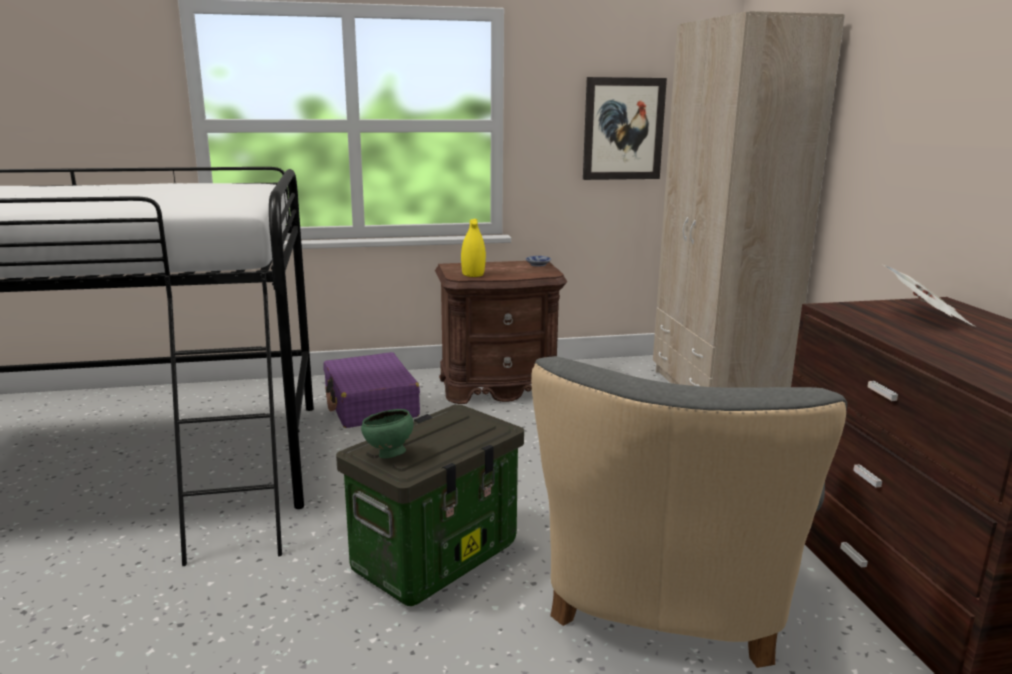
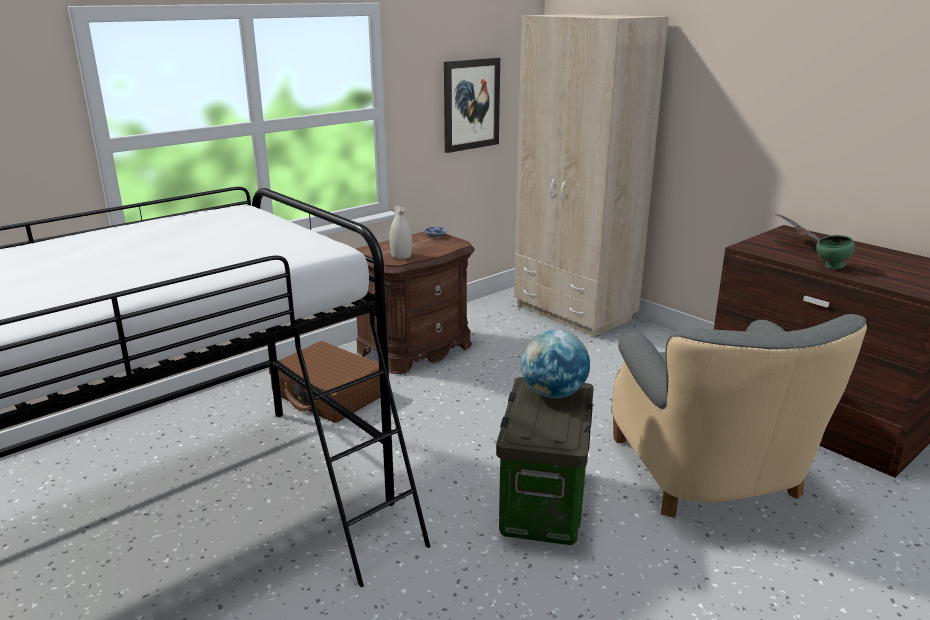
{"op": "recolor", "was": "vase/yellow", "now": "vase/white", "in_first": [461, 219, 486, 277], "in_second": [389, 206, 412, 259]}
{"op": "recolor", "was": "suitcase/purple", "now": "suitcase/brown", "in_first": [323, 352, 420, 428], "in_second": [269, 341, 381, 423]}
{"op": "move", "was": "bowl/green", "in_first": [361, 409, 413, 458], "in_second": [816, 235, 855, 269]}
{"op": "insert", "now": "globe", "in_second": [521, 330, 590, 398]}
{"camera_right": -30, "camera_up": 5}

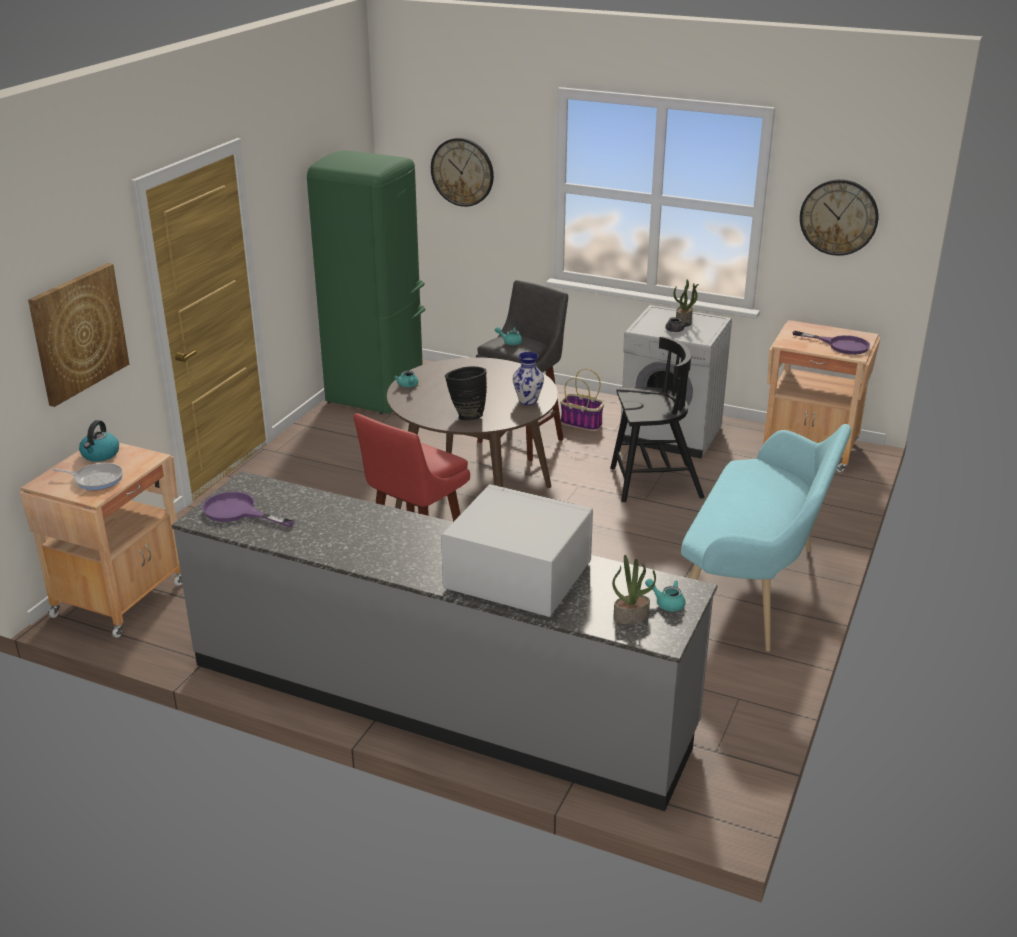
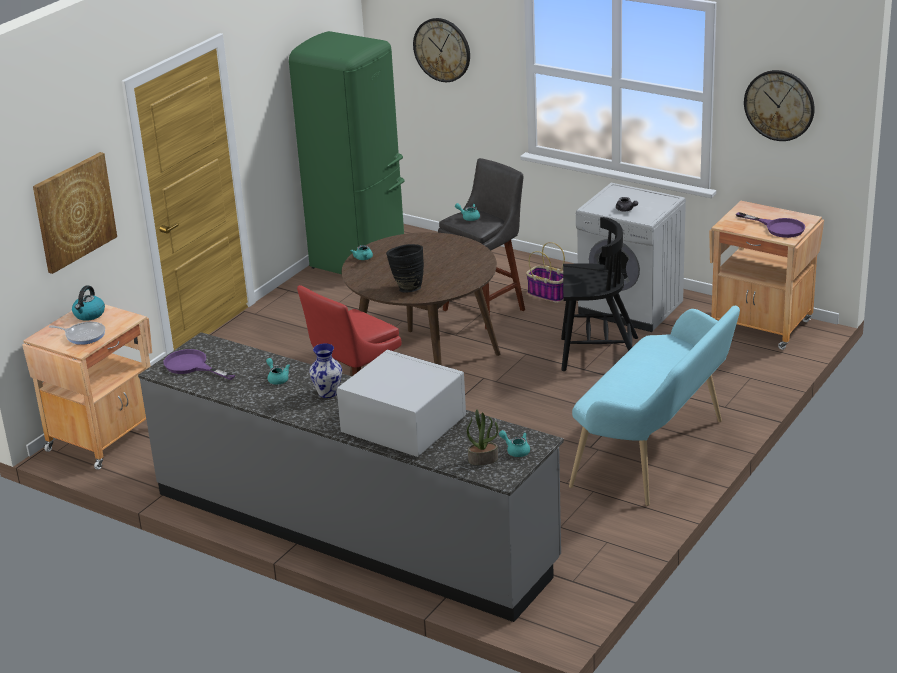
{"op": "delete", "was": "potted plant", "in_first": [674, 280, 699, 324]}
{"op": "move", "was": "vase", "in_first": [513, 352, 544, 405], "in_second": [309, 343, 342, 398]}
{"op": "insert", "now": "teapot/turquoise", "in_second": [266, 358, 290, 384]}
{"camera_right": 10, "camera_up": 0}

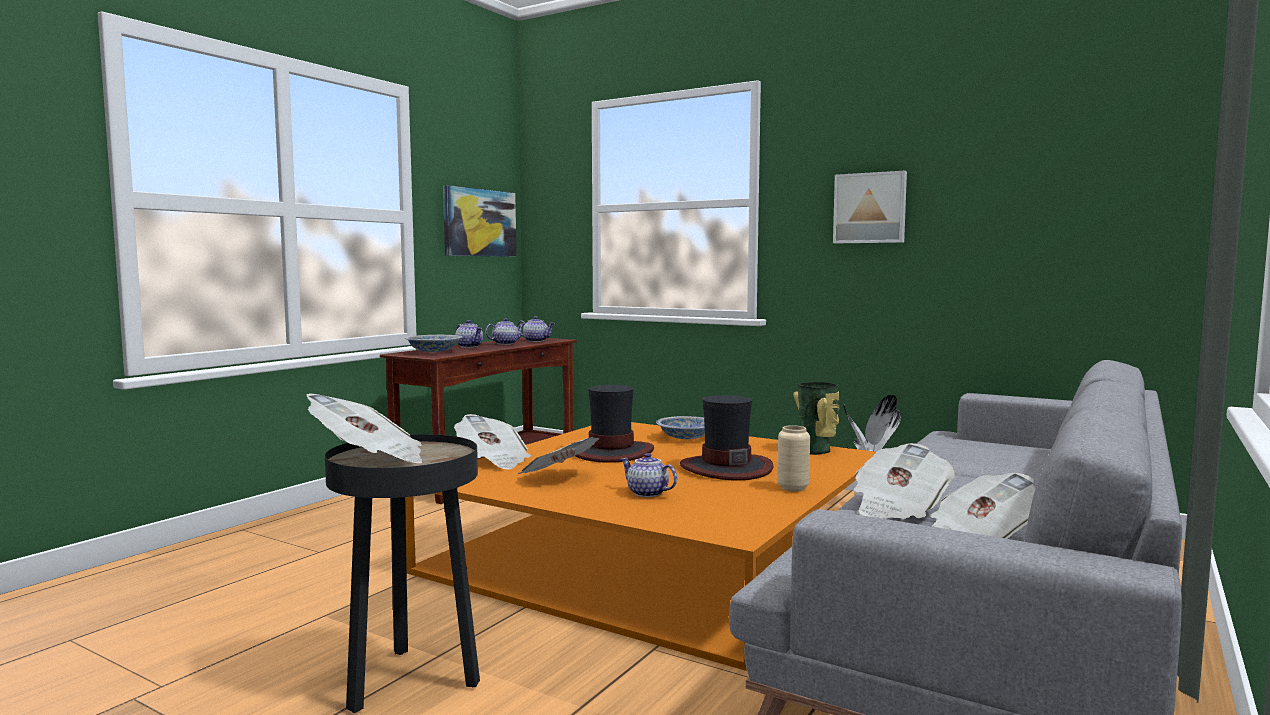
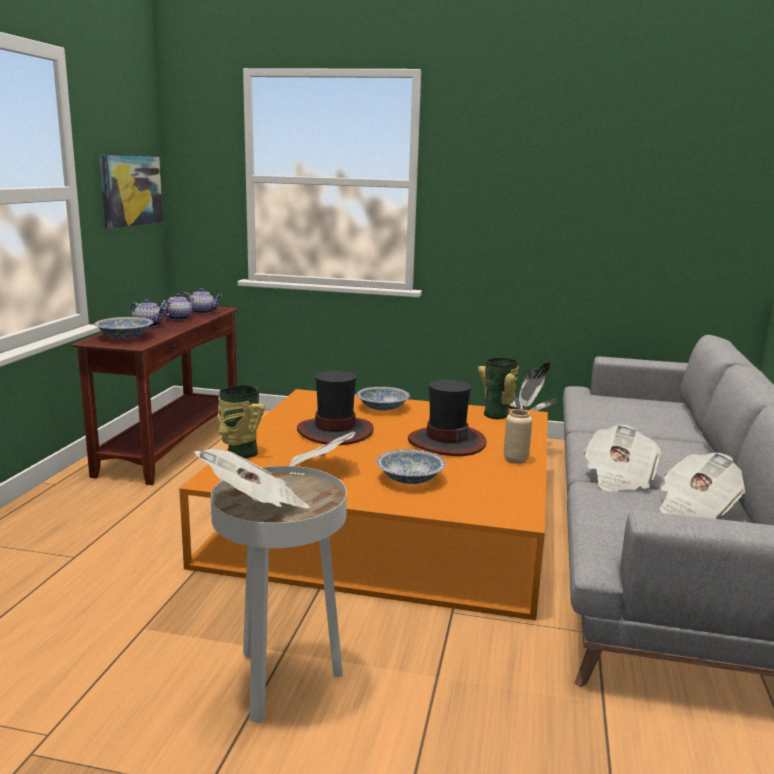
{"op": "delete", "was": "picture", "in_first": [833, 171, 907, 243]}
{"op": "replace", "was": "newspaper", "now": "vase", "in_first": [454, 414, 531, 470], "in_second": [218, 385, 265, 458]}
{"op": "recolor", "was": "side table/black", "now": "side table/white", "in_first": [325, 434, 480, 713], "in_second": [211, 466, 347, 723]}
{"op": "replace", "was": "teapot", "now": "bowl", "in_first": [621, 453, 677, 497], "in_second": [376, 449, 446, 484]}
{"camera_right": -20, "camera_up": 10}

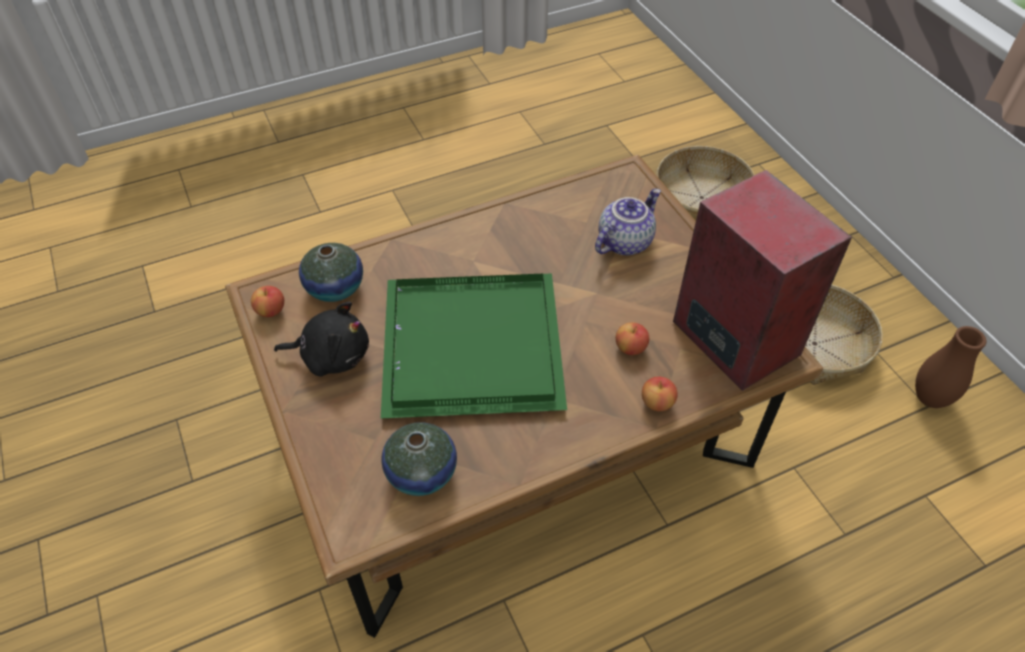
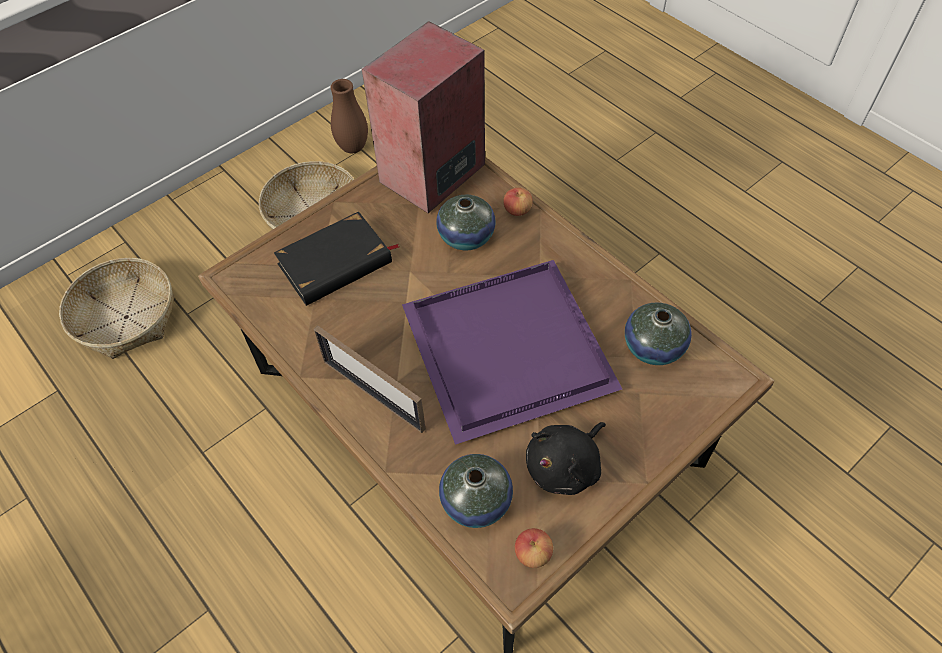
{"op": "replace", "was": "teapot", "now": "book/black", "in_first": [595, 189, 661, 255], "in_second": [274, 212, 399, 306]}
{"op": "recolor", "was": "tray/green", "now": "tray/purple", "in_first": [381, 273, 567, 419], "in_second": [402, 260, 622, 445]}
{"op": "rotate", "was": "plush toy/black", "in_first": [274, 301, 369, 377], "in_second": [526, 422, 606, 495], "clockwise": -120}
{"op": "replace", "was": "apple", "now": "vase", "in_first": [616, 323, 649, 355], "in_second": [436, 195, 496, 250]}
{"op": "insert", "now": "picture frame", "in_second": [314, 325, 426, 433]}
{"camera_right": -105, "camera_up": 5}

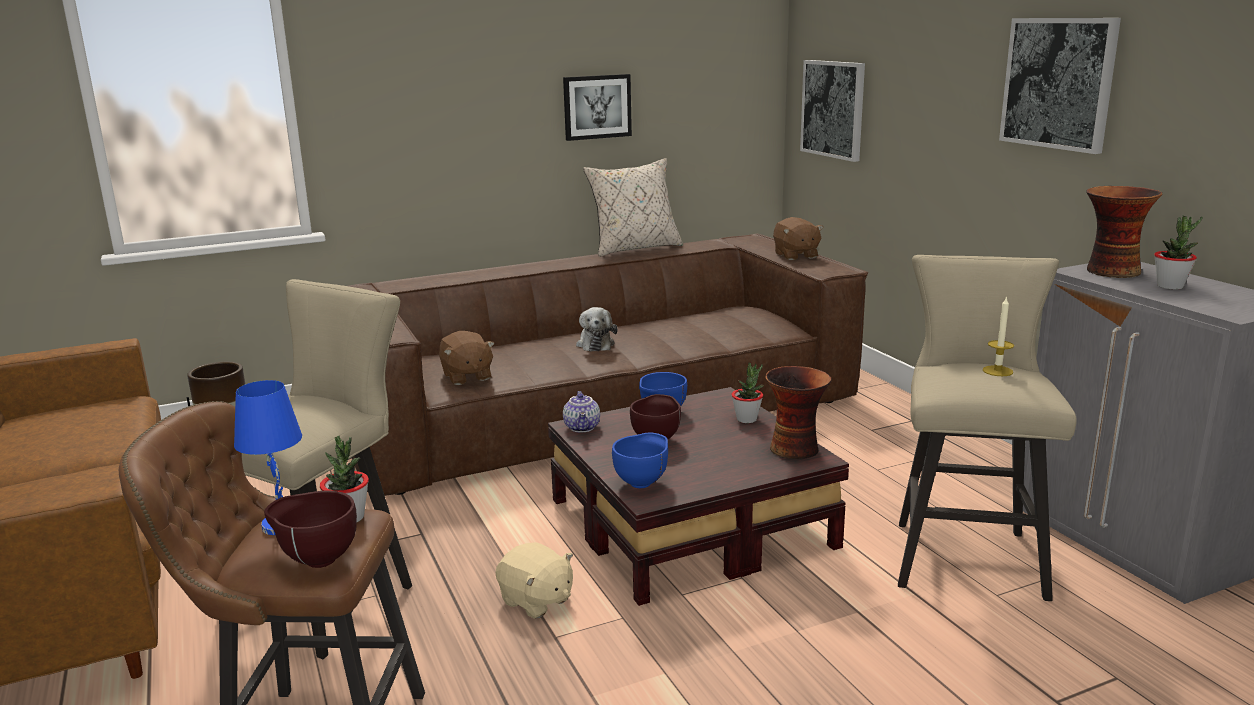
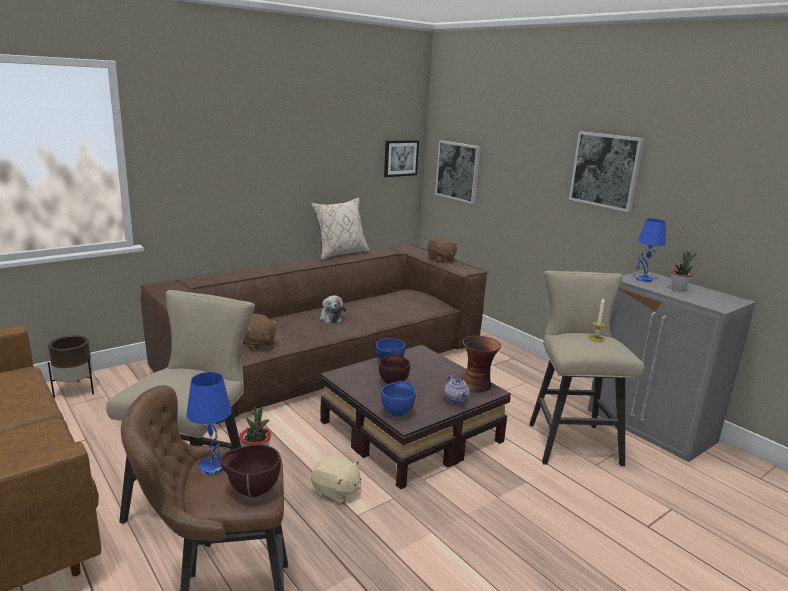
{"op": "move", "was": "picture", "in_first": [563, 74, 632, 141], "in_second": [384, 140, 419, 177]}
{"op": "replace", "was": "vase", "now": "table lamp/blue", "in_first": [1086, 186, 1162, 278], "in_second": [636, 219, 666, 282]}
{"op": "delete", "was": "potted plant", "in_first": [731, 363, 764, 423]}
{"op": "move", "was": "teapot", "in_first": [563, 391, 600, 432], "in_second": [444, 375, 470, 405]}
{"camera_right": -15, "camera_up": 0}

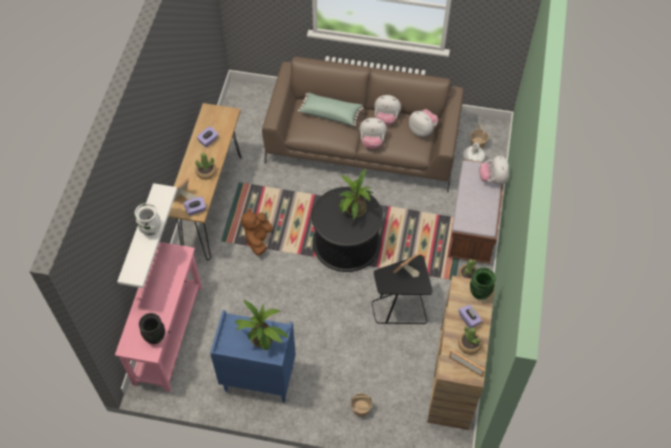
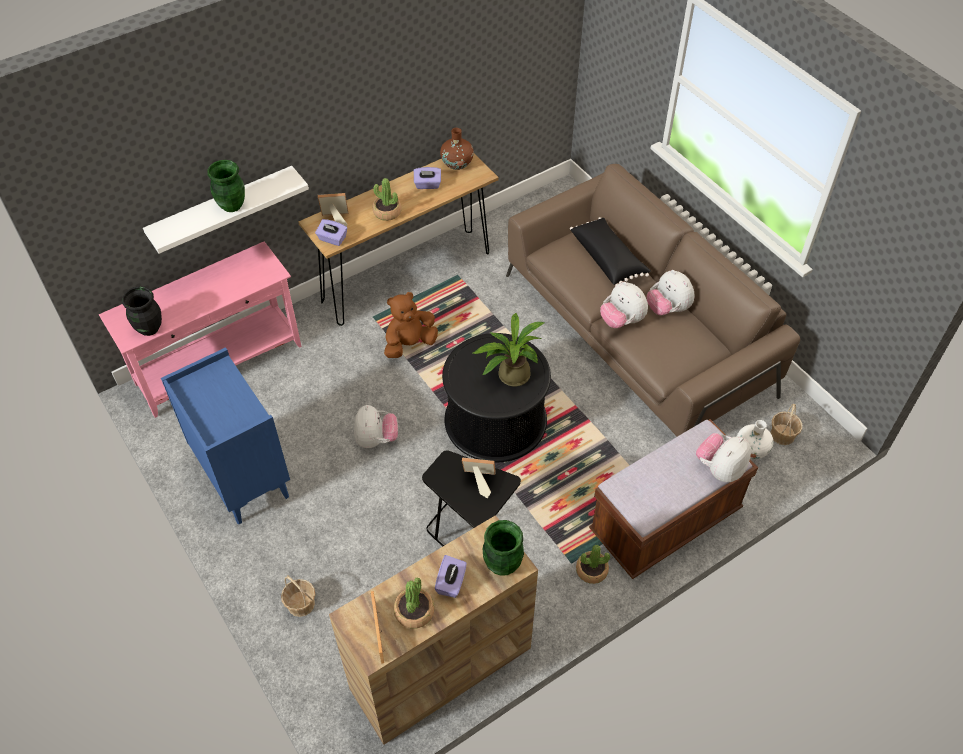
{"op": "recolor", "was": "pillow/green", "now": "pillow/black", "in_first": [298, 92, 364, 126], "in_second": [570, 217, 651, 286]}
{"op": "move", "was": "plush toy", "in_first": [409, 109, 439, 137], "in_second": [354, 405, 398, 448]}
{"op": "recolor", "was": "vase/white", "now": "vase/green", "in_first": [135, 203, 161, 236], "in_second": [207, 160, 245, 212]}
{"op": "delete", "was": "potted plant", "in_first": [235, 300, 289, 350]}
{"op": "insert", "now": "vase/brown", "in_second": [440, 128, 474, 170]}
{"camera_right": 45, "camera_up": -5}

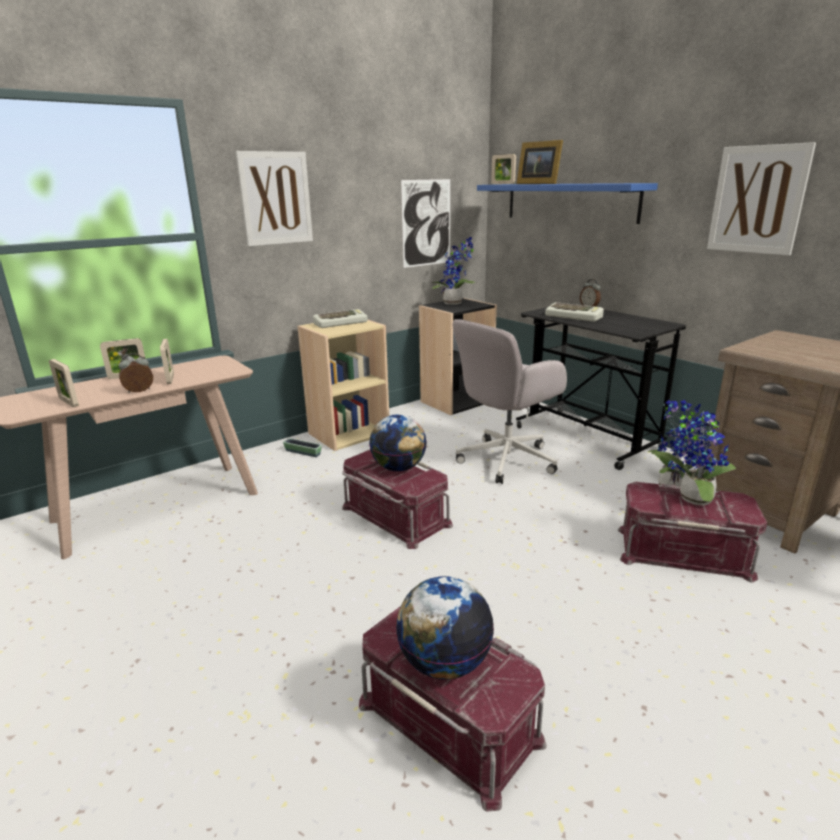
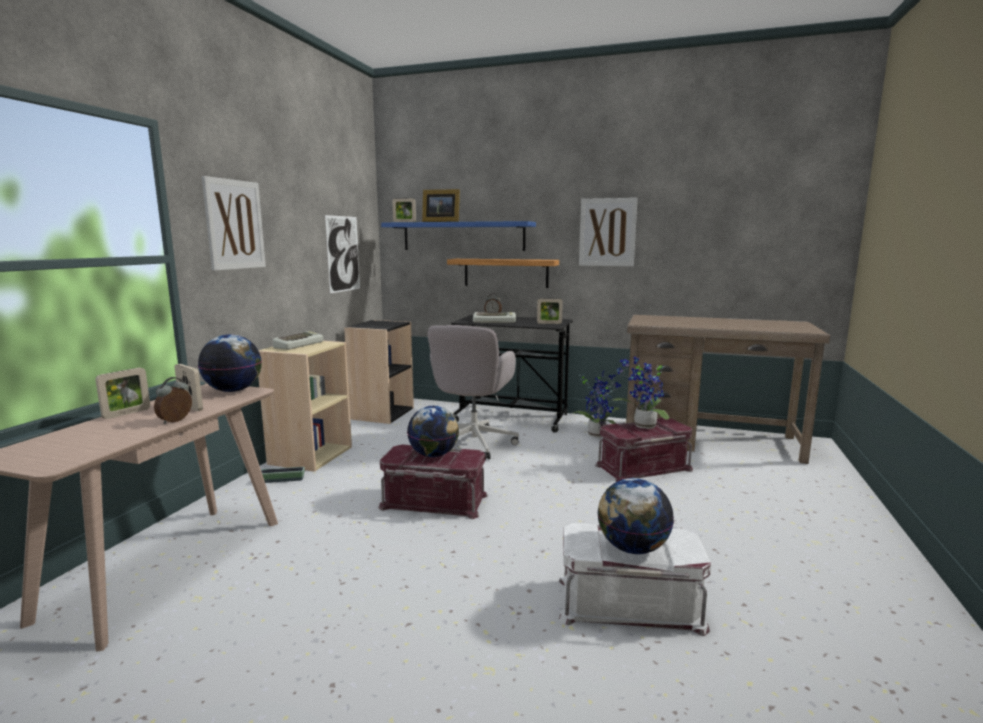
{"op": "delete", "was": "potted plant", "in_first": [432, 237, 475, 305]}
{"op": "move", "was": "picture frame", "in_first": [49, 359, 79, 407], "in_second": [537, 299, 563, 324]}
{"op": "recolor", "was": "storage box/red", "now": "storage box/white", "in_first": [359, 607, 547, 811], "in_second": [559, 523, 711, 636]}
{"op": "insert", "now": "shelf", "in_second": [447, 259, 559, 288]}
{"op": "insert", "now": "globe", "in_second": [198, 334, 262, 392]}
{"camera_right": -35, "camera_up": -10}

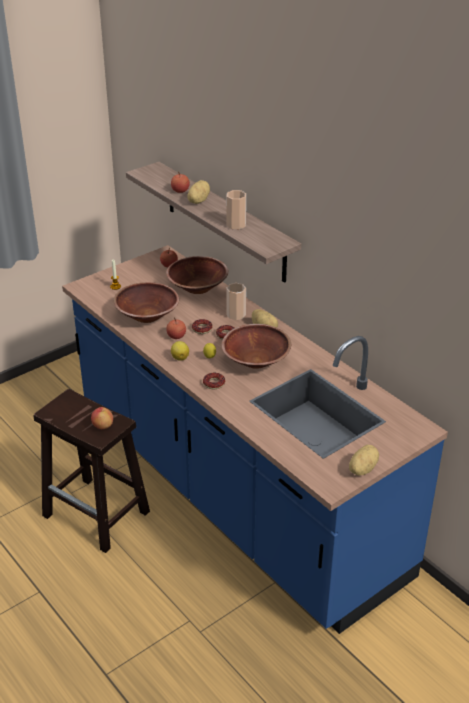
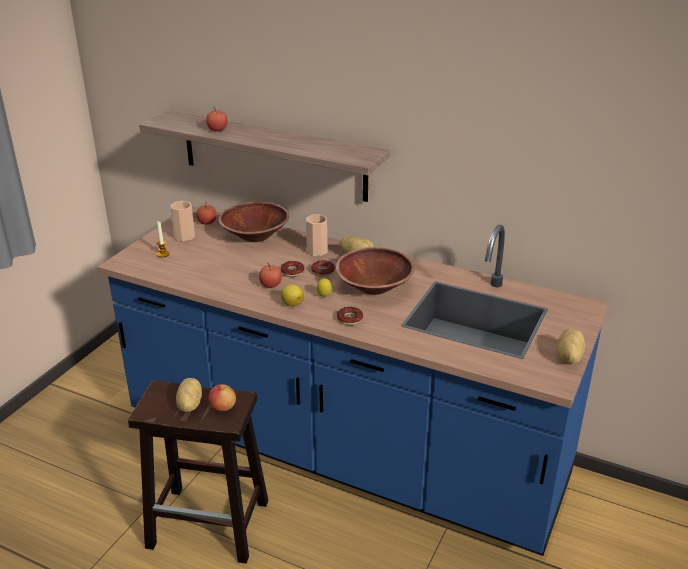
{"op": "move", "was": "potato", "in_first": [187, 180, 210, 204], "in_second": [176, 378, 202, 412]}
{"op": "move", "was": "cup", "in_first": [226, 190, 246, 229], "in_second": [170, 201, 195, 242]}
{"op": "delete", "was": "bowl/brown", "in_first": [114, 282, 179, 323]}
{"camera_right": -25, "camera_up": -5}

